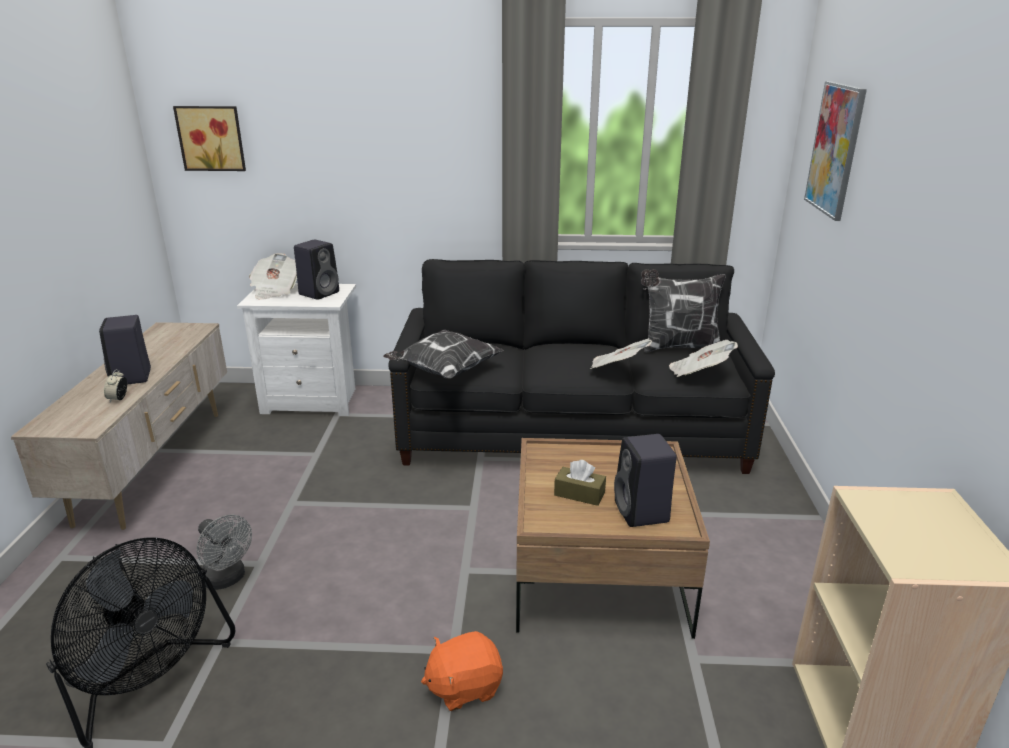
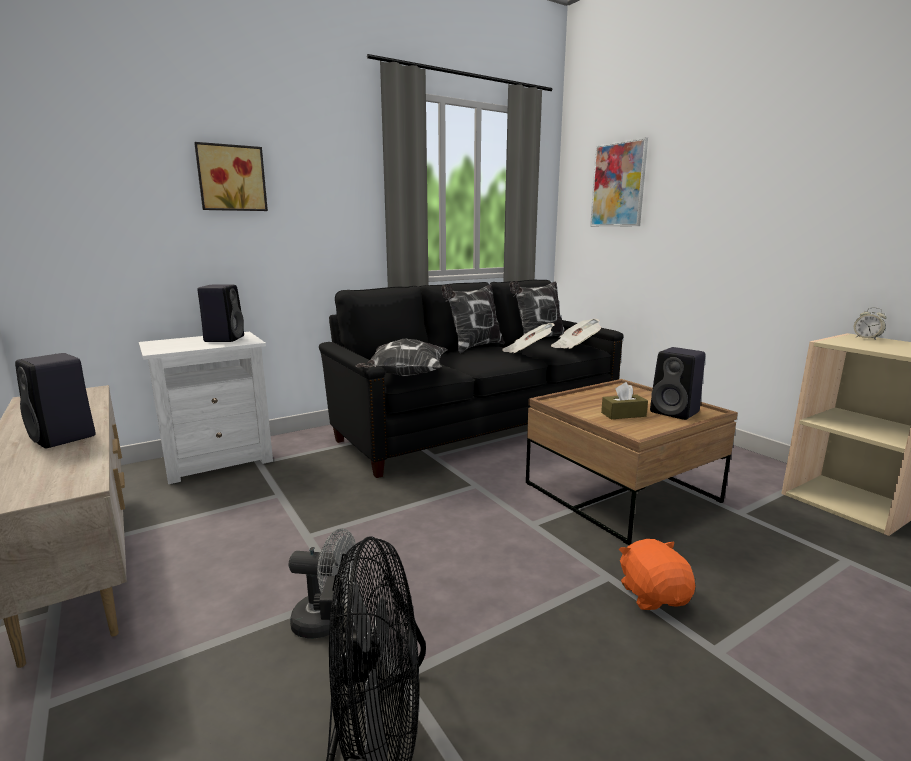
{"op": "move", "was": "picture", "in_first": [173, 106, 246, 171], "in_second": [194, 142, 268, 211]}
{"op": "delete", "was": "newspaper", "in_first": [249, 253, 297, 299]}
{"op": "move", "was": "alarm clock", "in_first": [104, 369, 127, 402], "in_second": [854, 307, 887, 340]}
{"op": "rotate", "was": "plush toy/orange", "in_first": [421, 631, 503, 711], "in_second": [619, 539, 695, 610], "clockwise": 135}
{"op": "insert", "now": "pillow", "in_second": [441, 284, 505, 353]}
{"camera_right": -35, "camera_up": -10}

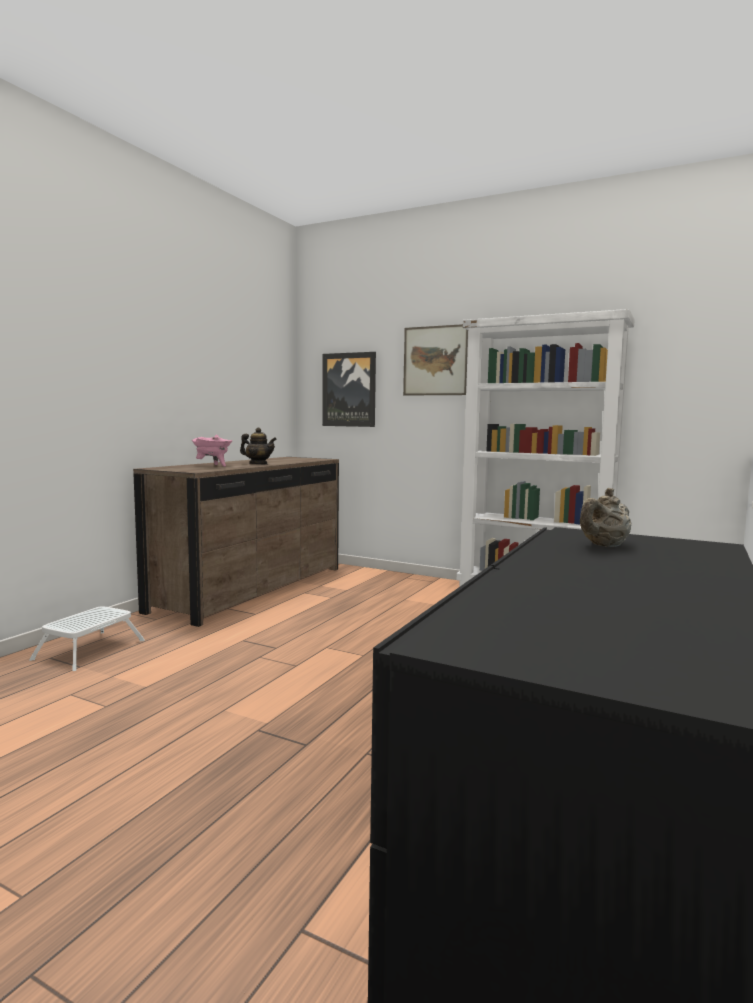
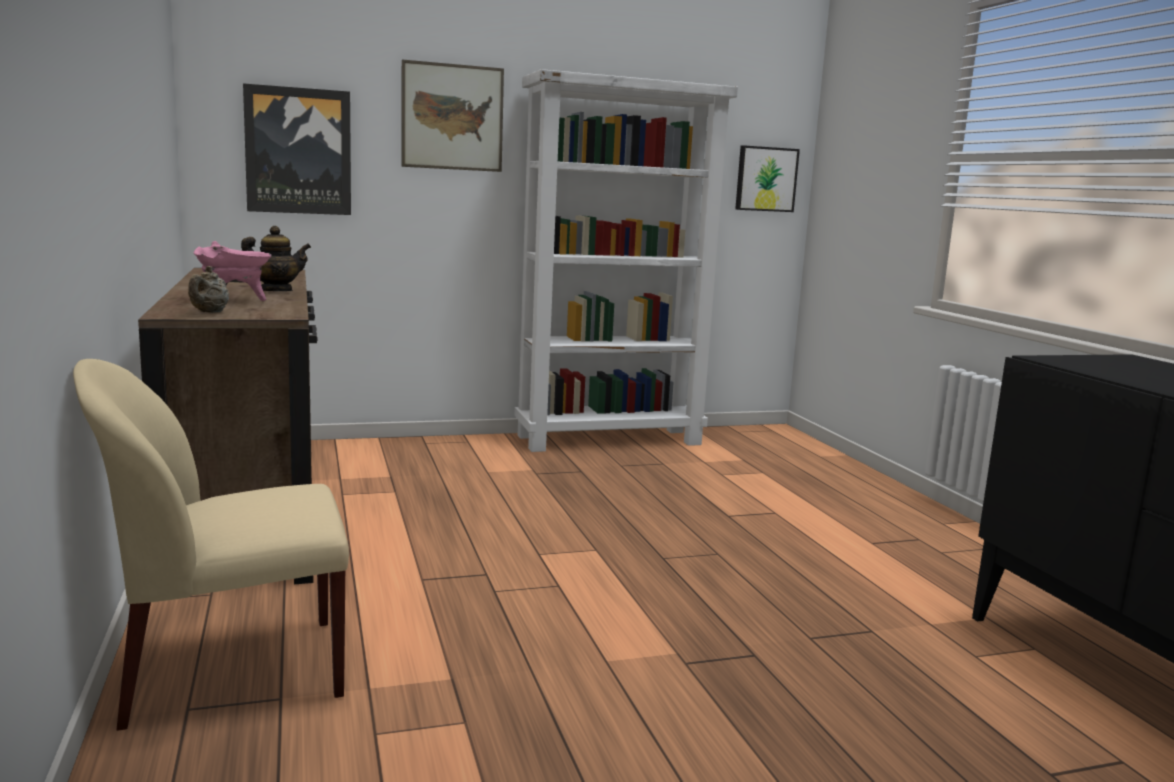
{"op": "move", "was": "teapot/beige", "in_first": [580, 488, 631, 547], "in_second": [188, 266, 229, 313]}
{"op": "replace", "was": "step ladder/white", "now": "chair/beige", "in_first": [29, 606, 145, 671], "in_second": [73, 359, 349, 731]}
{"op": "insert", "now": "picture", "in_second": [735, 145, 800, 212]}
{"camera_right": -45, "camera_up": 5}

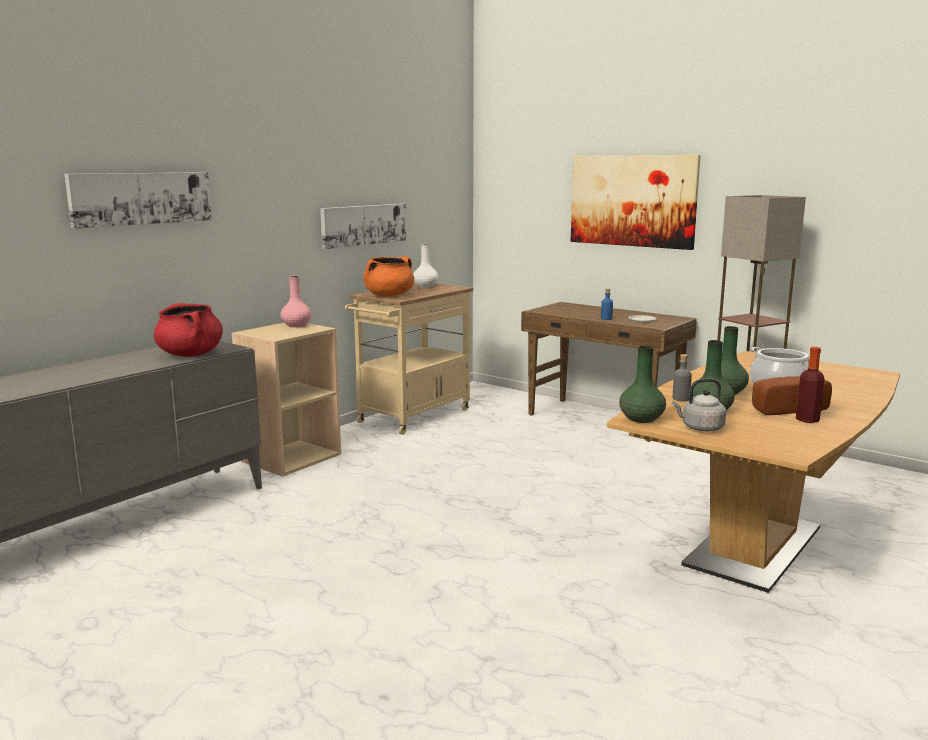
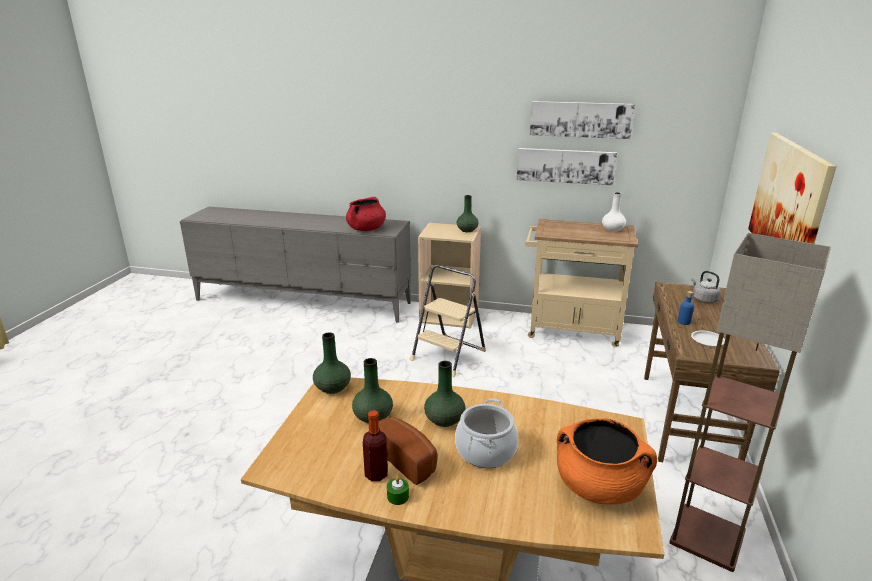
{"op": "move", "was": "picture", "in_first": [65, 172, 212, 229], "in_second": [530, 101, 635, 139]}
{"op": "move", "was": "cooking pot/orange", "in_first": [363, 256, 414, 296], "in_second": [557, 419, 657, 505]}
{"op": "recolor", "was": "vase/pink", "now": "vase/green", "in_first": [281, 276, 312, 327], "in_second": [457, 195, 479, 232]}
{"op": "delete", "was": "bottle/grey", "in_first": [673, 354, 692, 401]}
{"op": "move", "was": "kettle/grey", "in_first": [672, 378, 726, 432], "in_second": [691, 271, 721, 303]}
{"op": "insert", "now": "step ladder/beige", "in_second": [409, 265, 486, 377]}
{"op": "insert", "now": "candle/green", "in_second": [387, 476, 409, 505]}
{"camera_right": 65, "camera_up": 10}

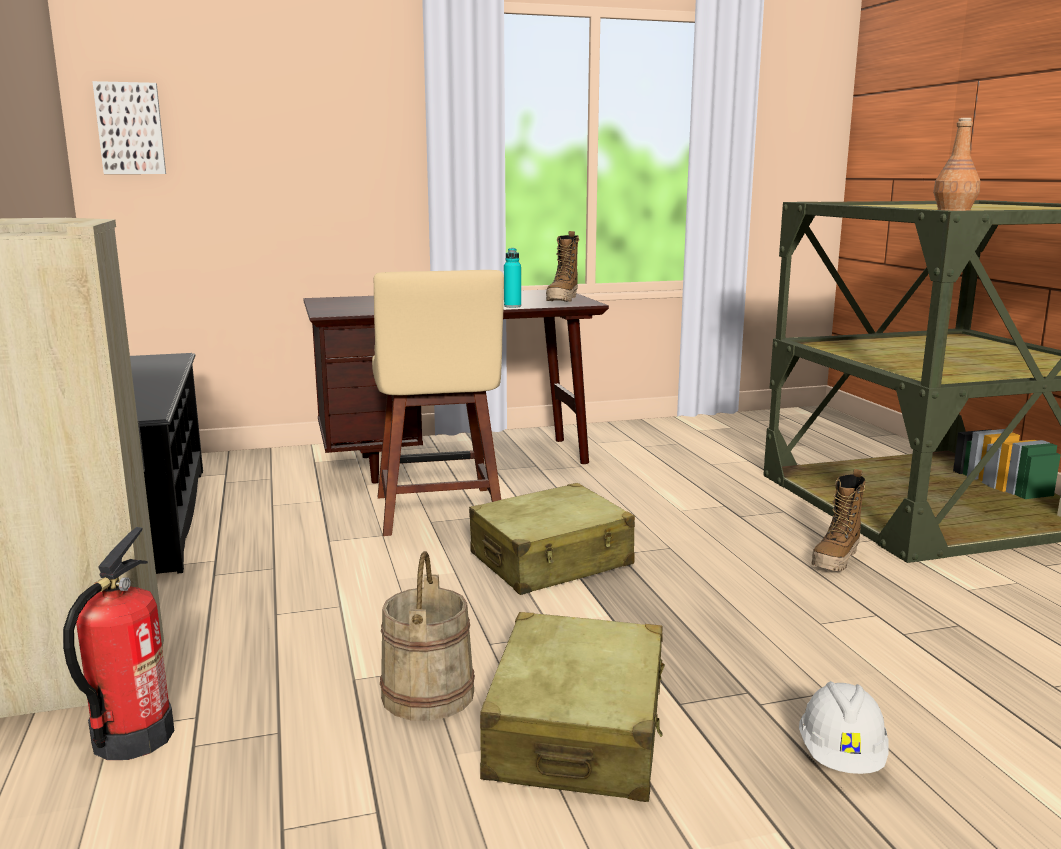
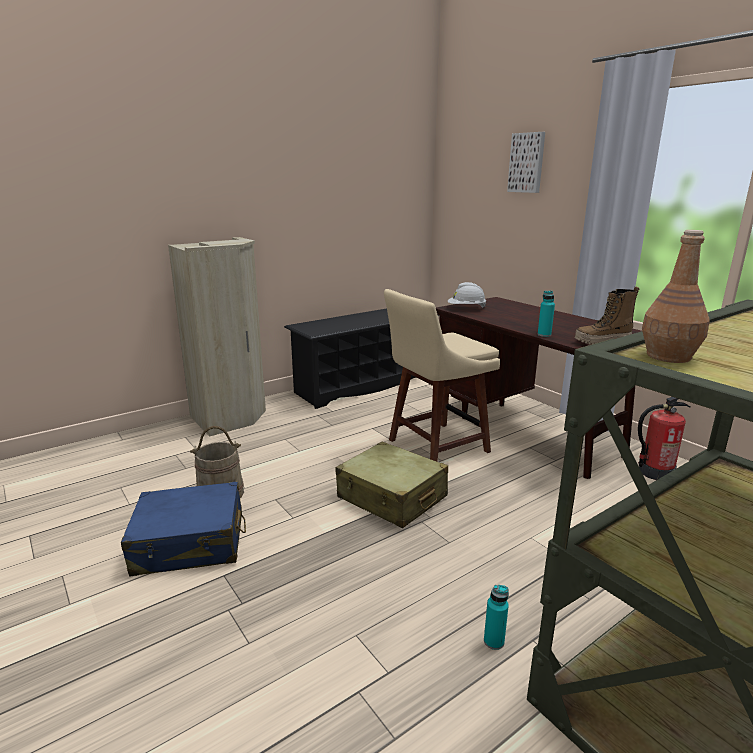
{"op": "move", "was": "picture", "in_first": [92, 81, 166, 174], "in_second": [507, 132, 545, 193]}
{"op": "replace", "was": "boot", "now": "bottle/turquoise", "in_first": [811, 469, 865, 571], "in_second": [484, 585, 509, 650]}
{"op": "move", "was": "fire extinguisher", "in_first": [63, 527, 174, 760], "in_second": [638, 397, 691, 480]}
{"op": "recolor", "was": "suitcase/beige", "now": "suitcase/blue", "in_first": [480, 612, 665, 802], "in_second": [121, 481, 246, 576]}
{"op": "move", "was": "hard hat/white", "in_first": [799, 681, 889, 774], "in_second": [448, 282, 486, 308]}
{"camera_right": 70, "camera_up": 5}

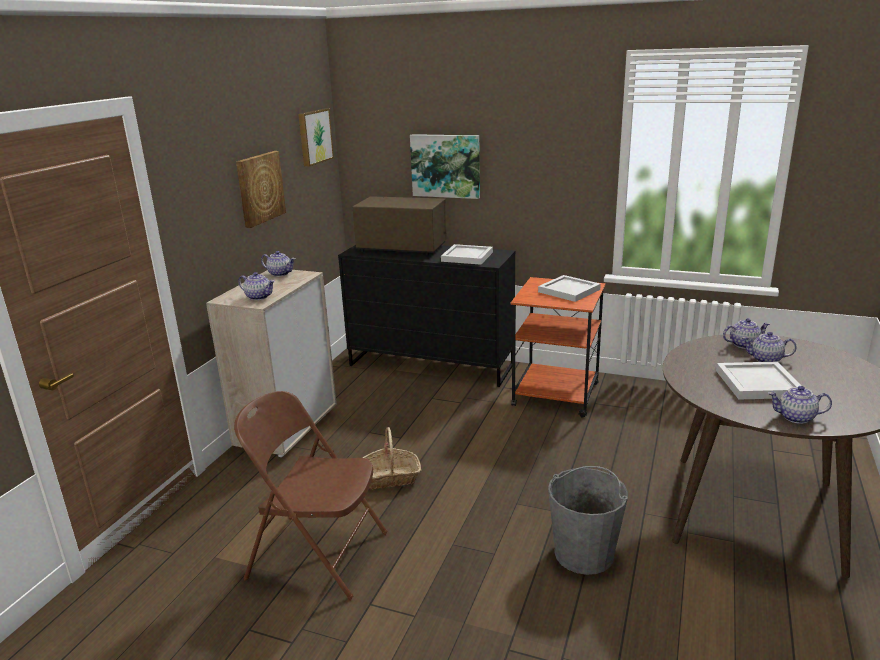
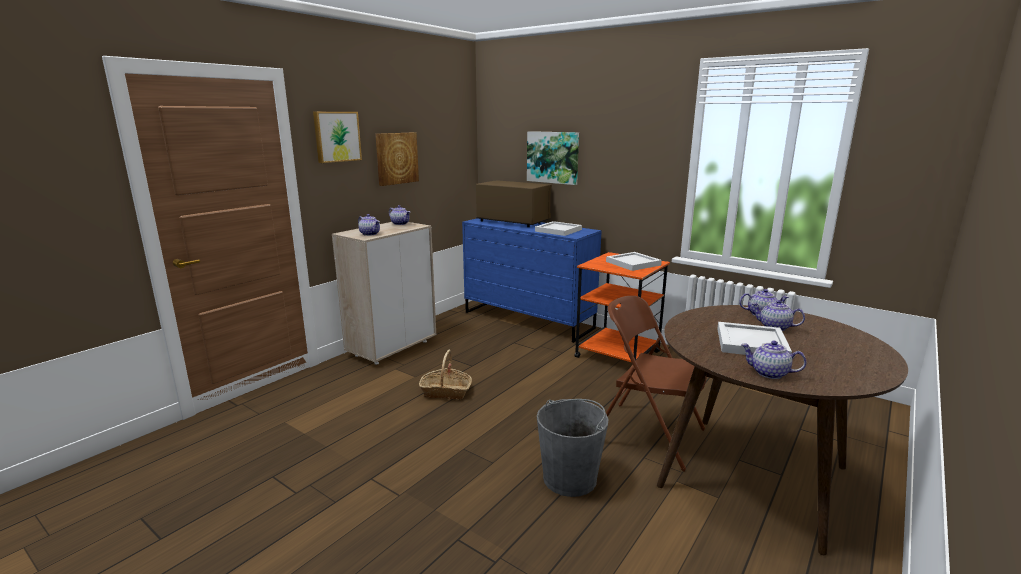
{"op": "move", "was": "picture", "in_first": [298, 109, 334, 167], "in_second": [313, 112, 362, 163]}
{"op": "recolor", "was": "dresser/black", "now": "dresser/blue", "in_first": [338, 245, 515, 387], "in_second": [462, 218, 602, 343]}
{"op": "move", "was": "chair/brown", "in_first": [234, 391, 388, 601], "in_second": [606, 296, 707, 472]}
{"camera_right": 15, "camera_up": -5}

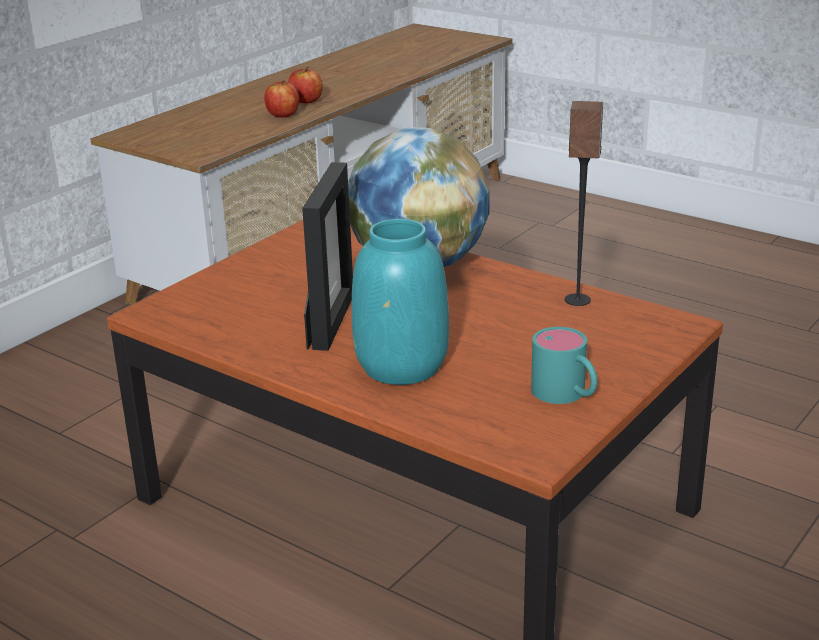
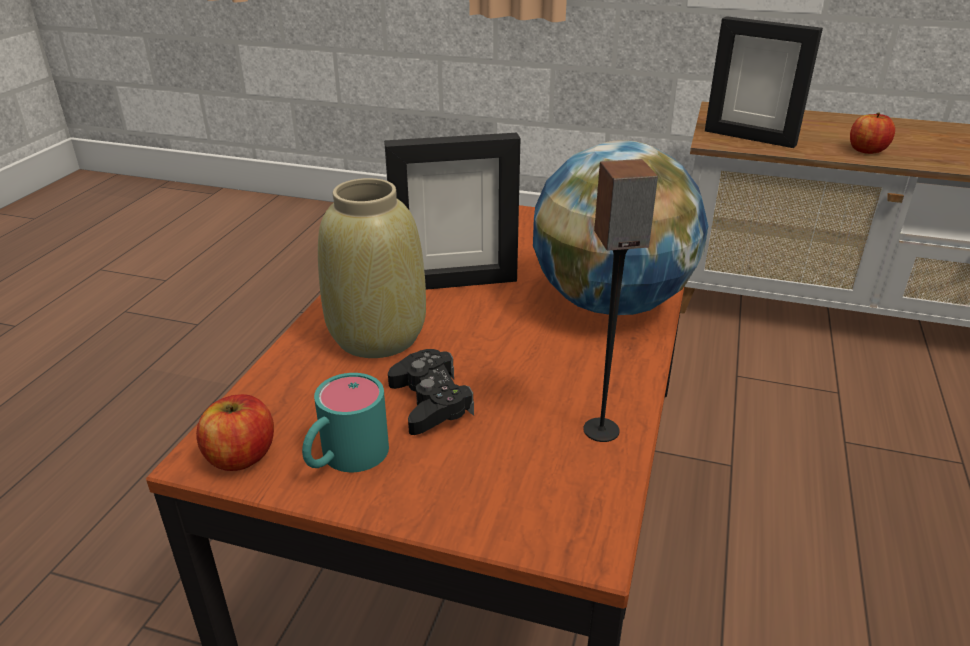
{"op": "move", "was": "apple", "in_first": [288, 67, 323, 103], "in_second": [196, 394, 274, 471]}
{"op": "recolor", "was": "vase/turquoise", "now": "vase/beige", "in_first": [352, 219, 449, 385], "in_second": [318, 178, 426, 358]}
{"op": "insert", "now": "picture frame", "in_second": [705, 16, 823, 148]}
{"op": "insert", "now": "game controller/black", "in_second": [388, 349, 474, 435]}
{"camera_right": 70, "camera_up": 5}

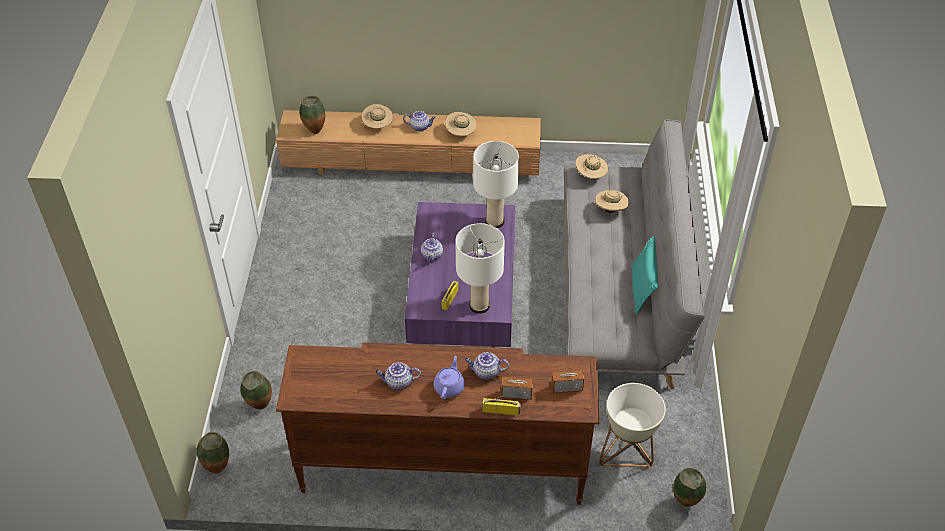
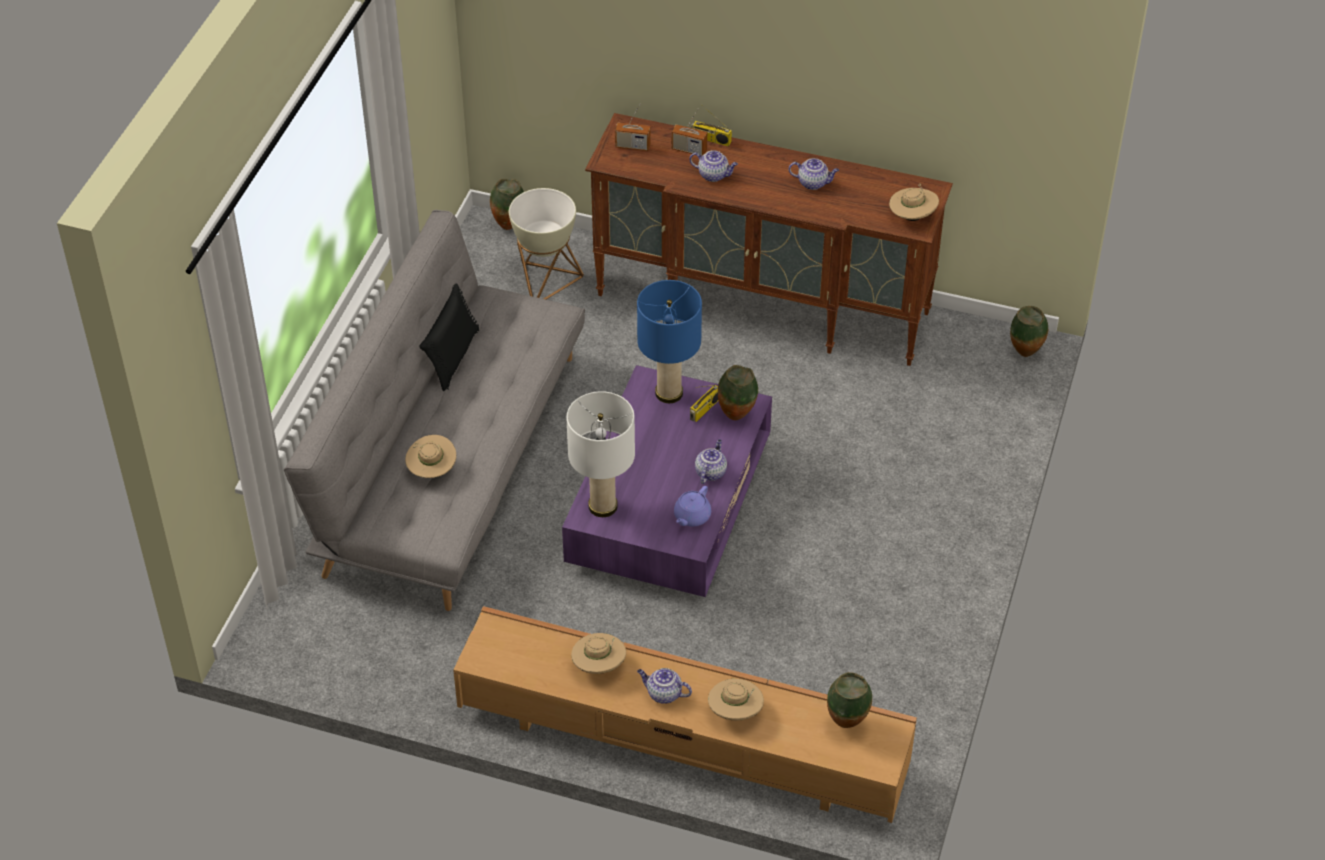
{"op": "move", "was": "hat/beige", "in_first": [575, 154, 608, 179], "in_second": [889, 183, 939, 221]}
{"op": "recolor", "was": "table lamp/white", "now": "table lamp/blue", "in_first": [456, 223, 505, 314], "in_second": [637, 280, 702, 403]}
{"op": "recolor", "was": "pillow/turquoise", "now": "pillow/black", "in_first": [631, 236, 658, 315], "in_second": [419, 283, 479, 391]}
{"op": "move", "was": "teapot/purple", "in_first": [434, 356, 465, 400], "in_second": [674, 486, 711, 526]}
{"op": "move", "was": "vase", "in_first": [240, 371, 272, 409], "in_second": [718, 365, 758, 420]}
{"camera_right": -165, "camera_up": 0}

